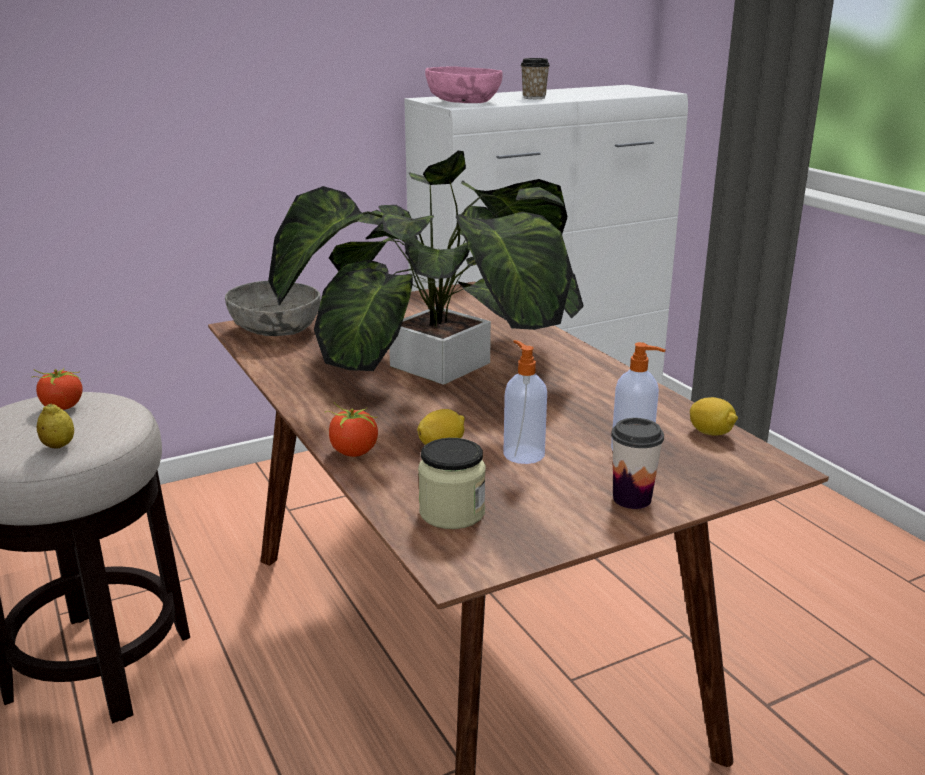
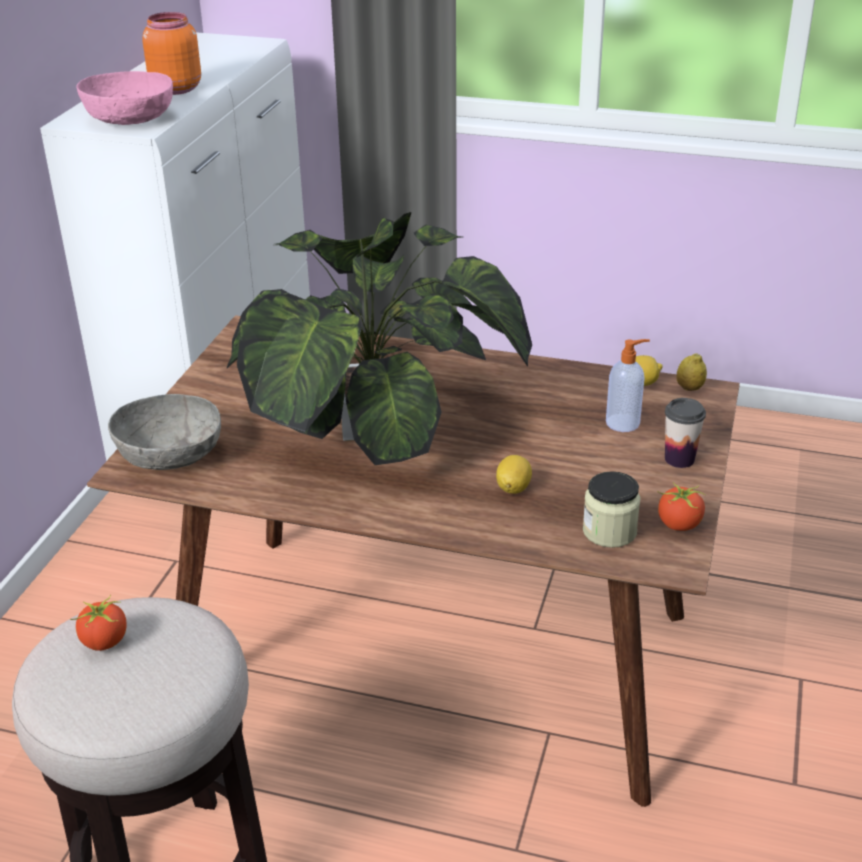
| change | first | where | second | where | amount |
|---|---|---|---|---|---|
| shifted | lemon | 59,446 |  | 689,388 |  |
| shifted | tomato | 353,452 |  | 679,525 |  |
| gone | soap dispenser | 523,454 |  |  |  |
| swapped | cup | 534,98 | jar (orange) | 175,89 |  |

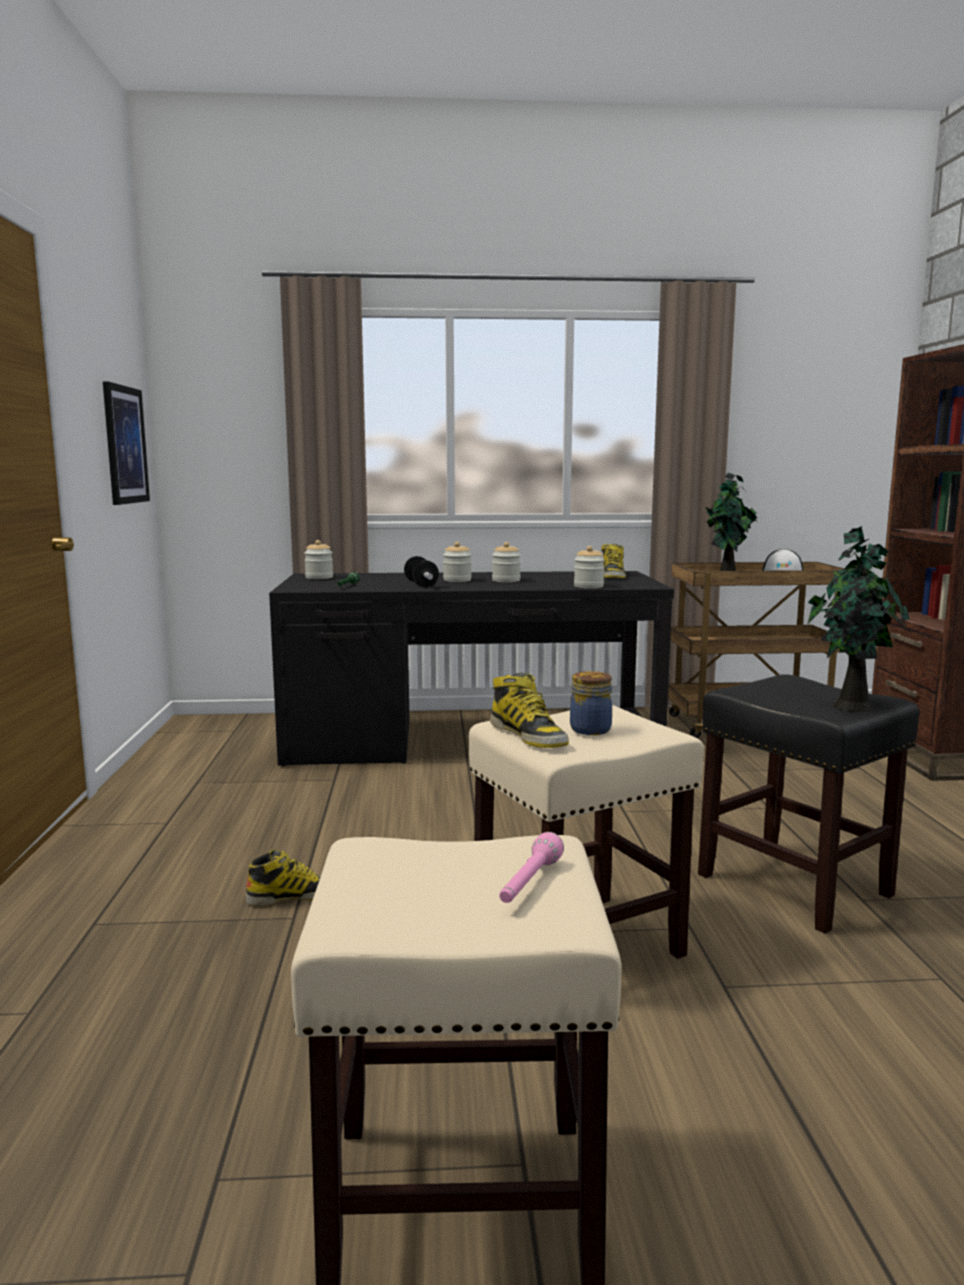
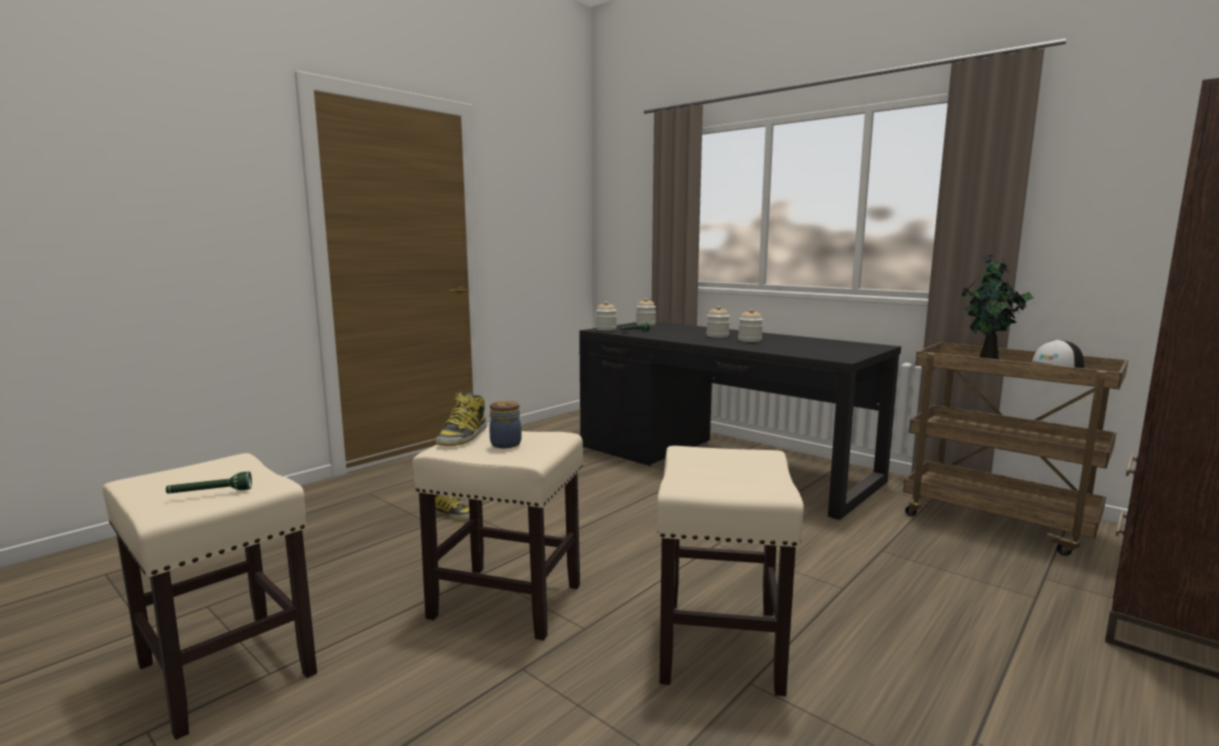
| change | first | where | second | where | amount |
|---|---|---|---|---|---|
| gone | picture | 125,445 |  |  |  |
| gone | dumbbell | 421,584 |  |  |  |
| repainted | flashlight (pink) | 529,884 | flashlight (green) | 210,493 |  |
| shifted | jar | 588,586 |  | 606,329 |  |
| gone | boot | 613,576 |  |  |  |
| repainted | stool (black) | 796,885 | stool (beige) | 721,645 |  |
| gone | potted plant | 850,705 |  |  |  |

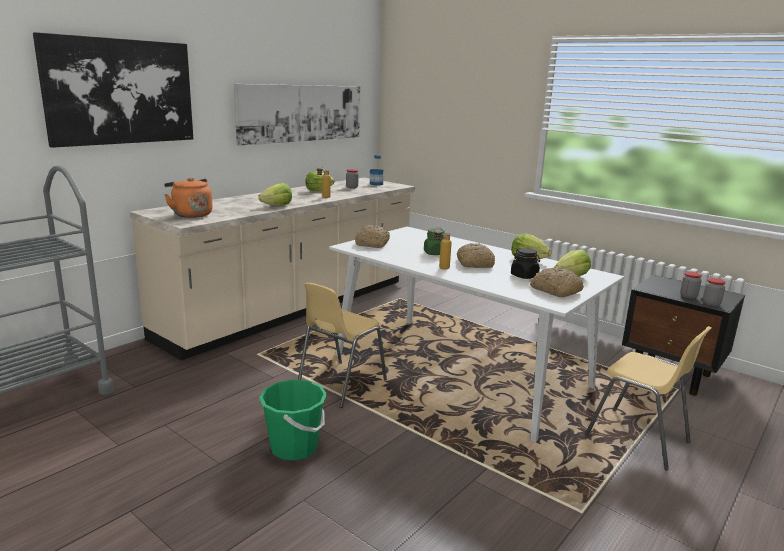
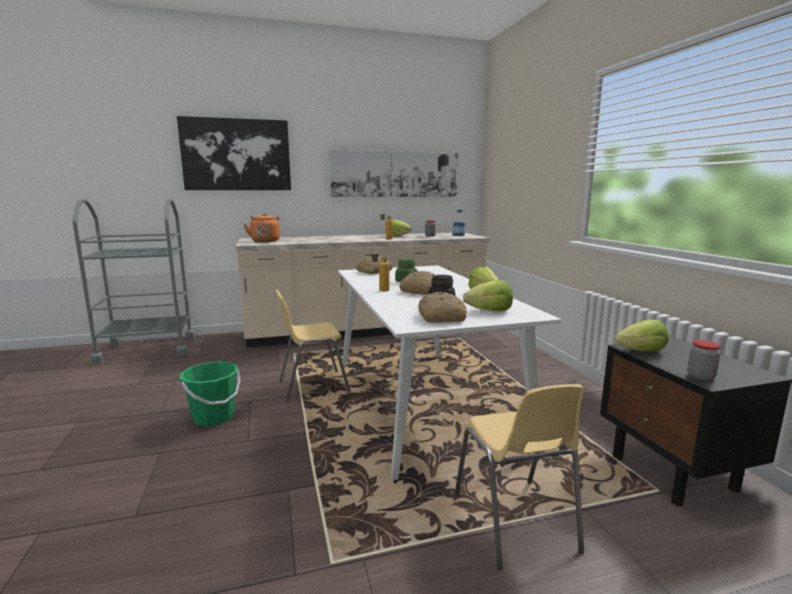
| change | first | where | second | where | amount |
|---|---|---|---|---|---|
| shifted | lettuce | 277,206 |  | 641,351 |  |
| gone | jar | 688,296 |  |  |  |

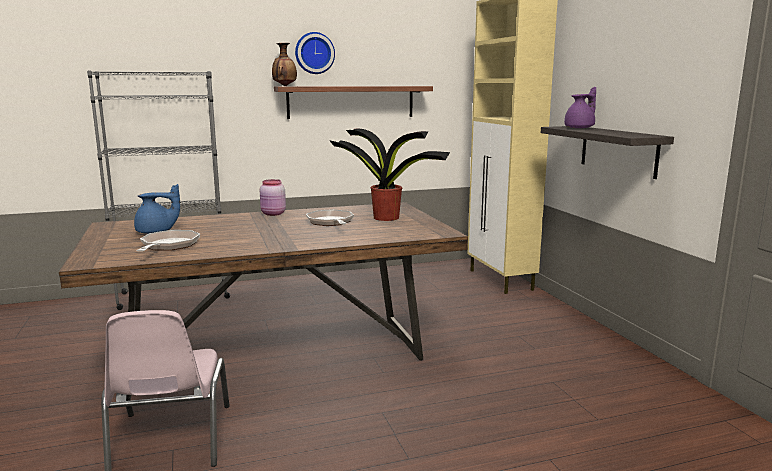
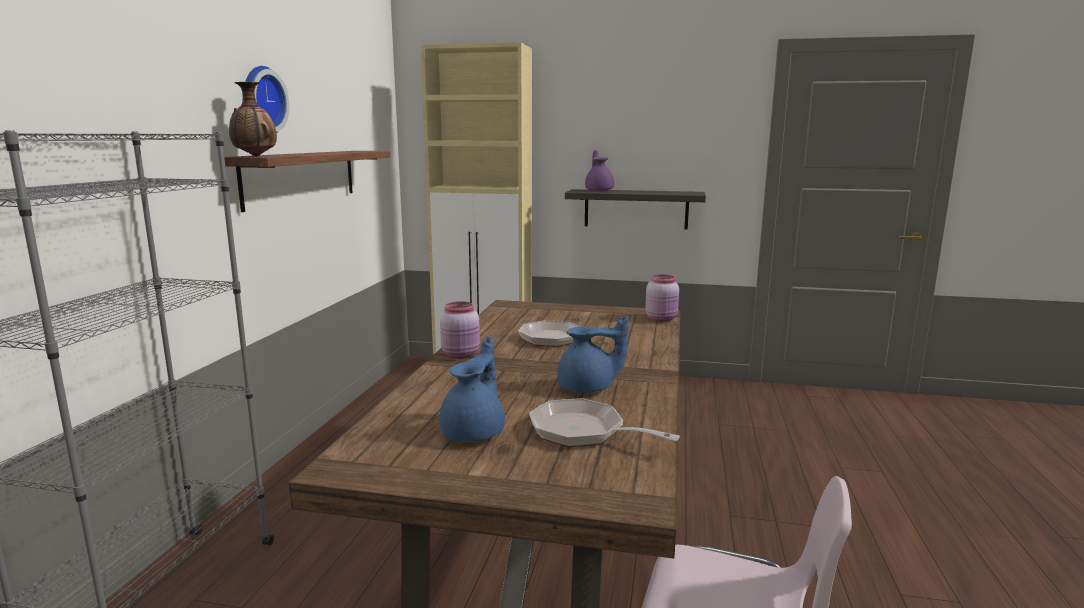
| change | first | where | second | where | amount |
|---|---|---|---|---|---|
| gone | potted plant | 387,218 |  |  |  |
| new |  |  | teapot (blue) | 588,388 |  |
| new |  |  | jar (pink) | 662,319 |  |

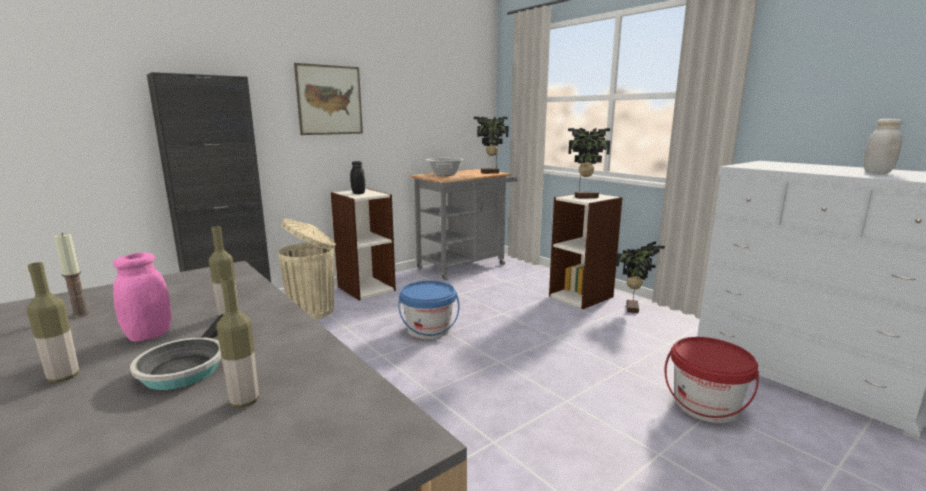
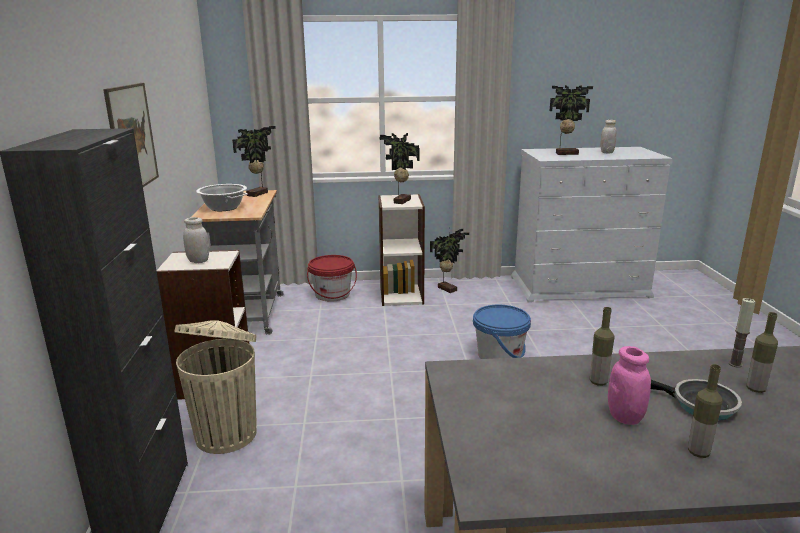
| change | first | where | second | where | amount |
|---|---|---|---|---|---|
| shifted | candle | 80,314 |  | 735,364 |  |
| repainted | jar (black) | 358,193 | jar (white) | 198,261 |  |
| shifted | bucket (blue) | 428,330 |  | 499,355 |  |
| shifted | bucket (red) | 705,406 |  | 332,295 |  |
| new |  |  | potted plant | 566,153 |  |

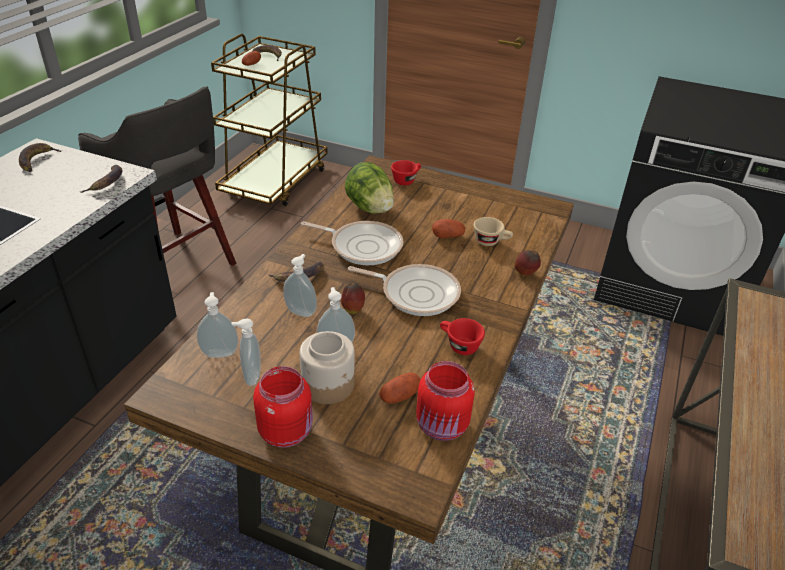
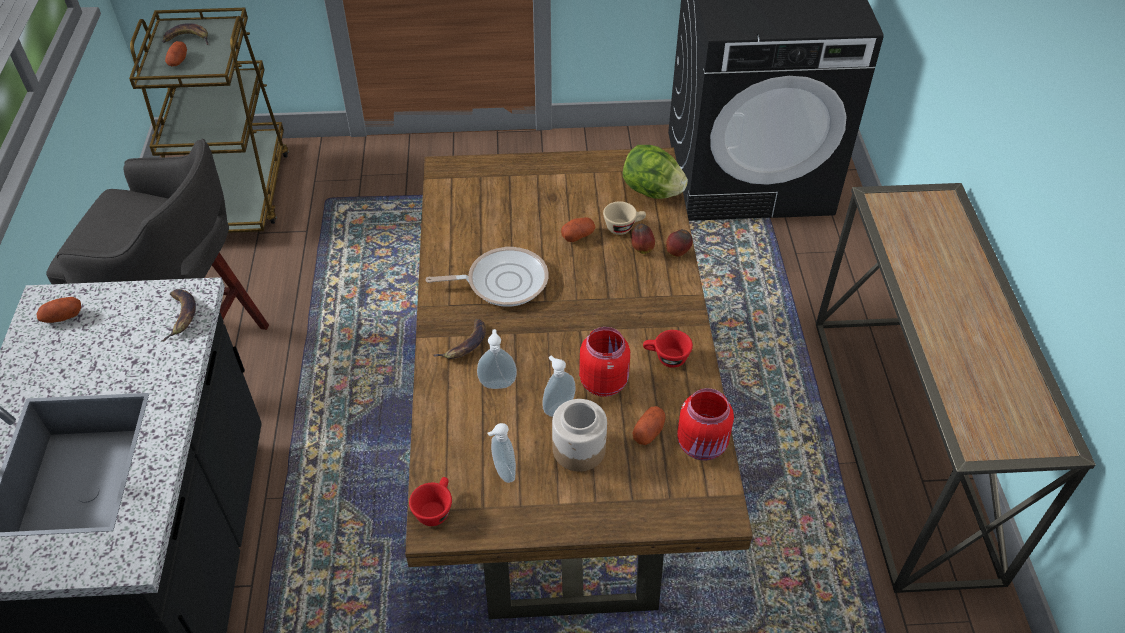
| change | first | where | second | where | amount |
|---|---|---|---|---|---|
| swapped | banana | 37,160 | potato | 62,317 |  |
| gone | soap dispenser | 220,352 |  |  |  |
| shifted | jar (red) | 287,431 |  | 604,381 |  |
| shifted | apple | 353,309 |  | 641,249 |  |
| shifted | lettuce | 370,208 |  | 652,191 |  |
| gone | frying pan | 416,293 |  |  |  |
| shifted | cup (red) | 406,180 |  | 435,509 |  |

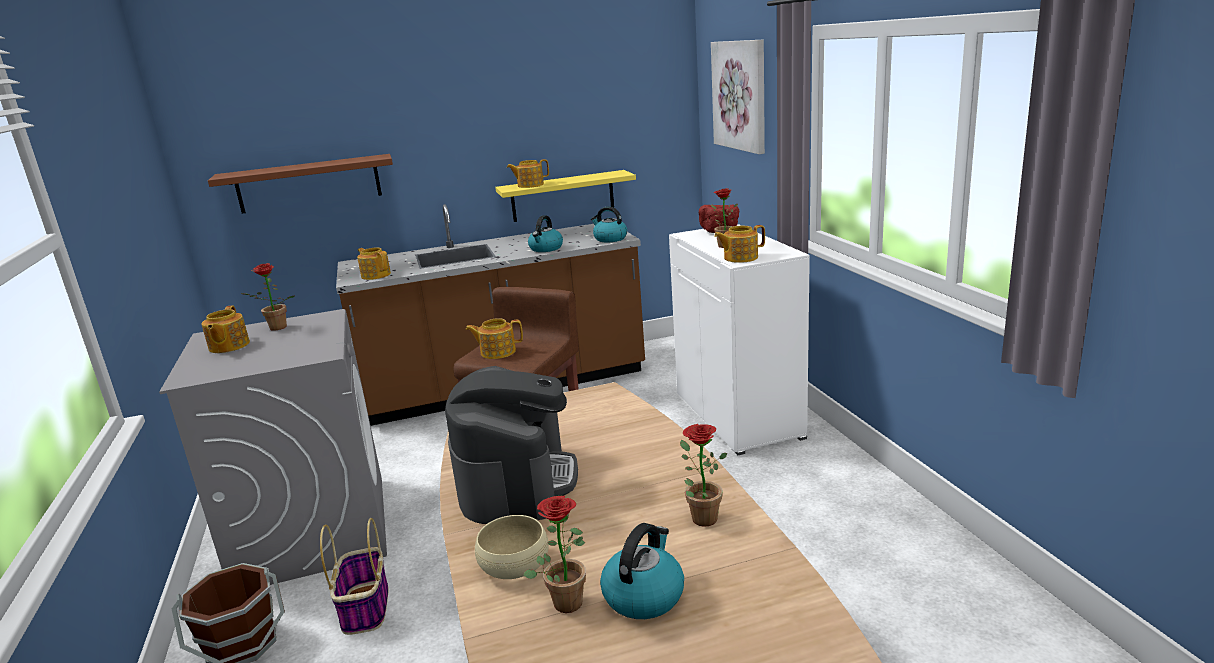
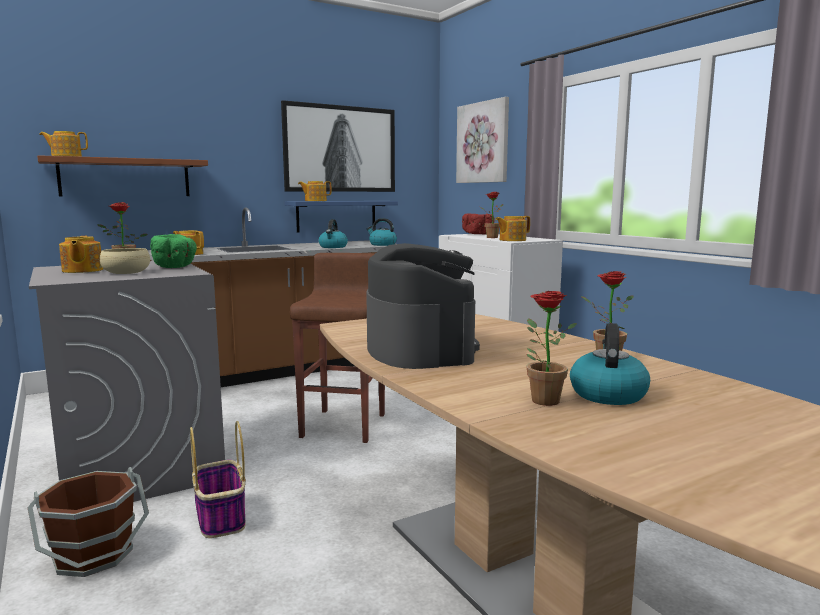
| change | first | where | second | where | amount |
|---|---|---|---|---|---|
| shifted | teapot | 497,352 |  | 66,156 |  |
| shifted | bowl (beige) | 514,564 |  | 126,272 |  |
| repainted | shelf (yellow) | 562,196 | shelf (blue) | 336,216 |  |
| new |  |  | bowl (green) | 175,266 |  |
| new |  |  | picture | 340,149 |  |

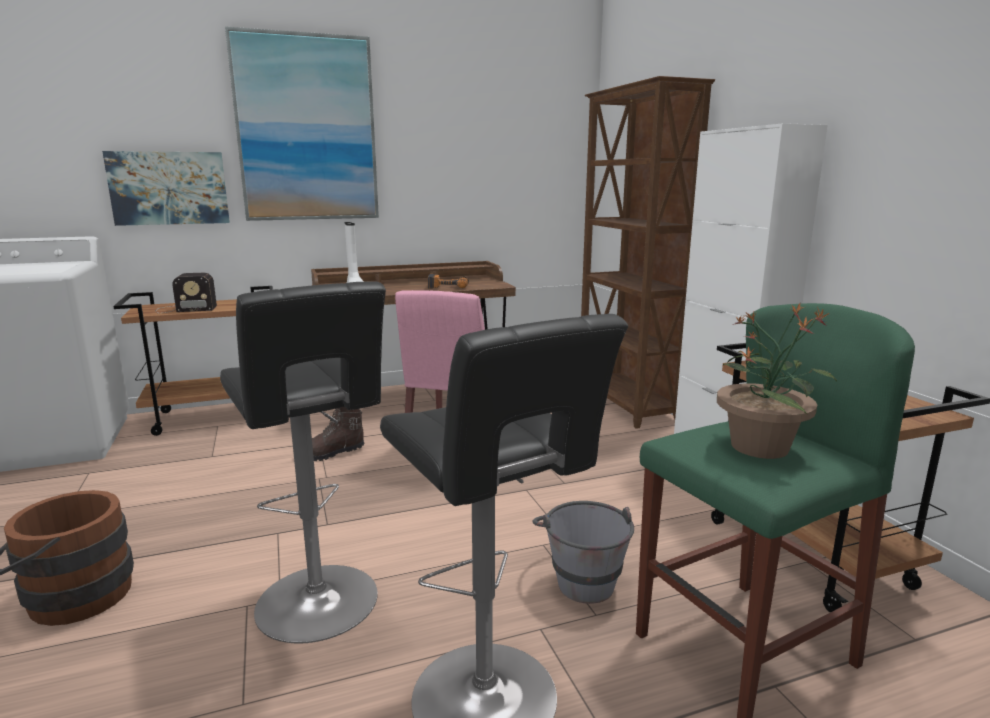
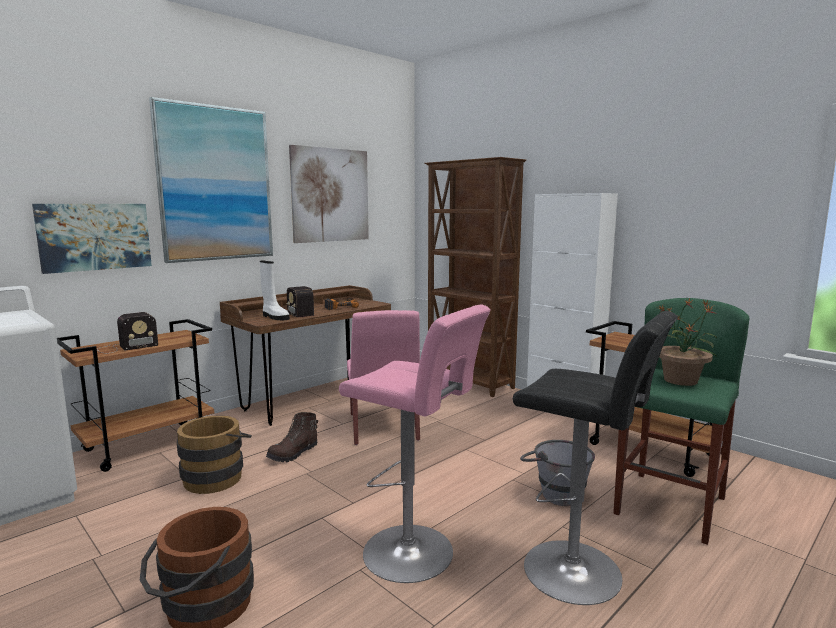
| change | first | where | second | where | amount |
|---|---|---|---|---|---|
| repainted | stool (black) | 320,606 | stool (pink) | 414,554 |  |
| new |  |  | bucket (brown) | 217,477 |  |
| new |  |  | radio | 299,312 |  |
| new |  |  | picture | 330,195 |  |

